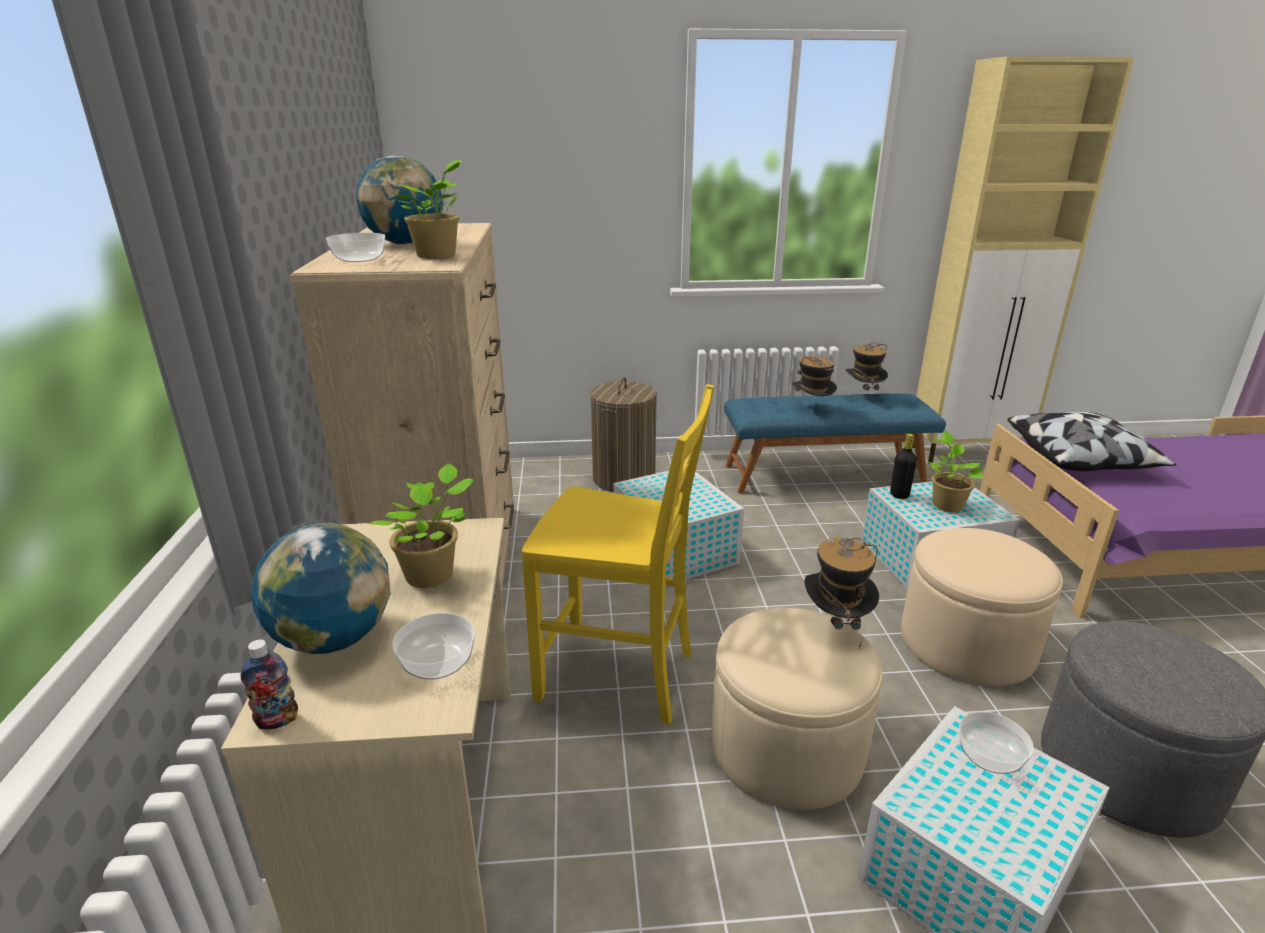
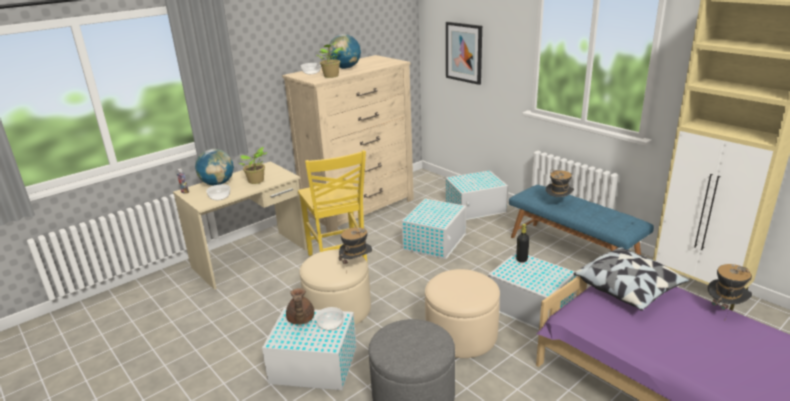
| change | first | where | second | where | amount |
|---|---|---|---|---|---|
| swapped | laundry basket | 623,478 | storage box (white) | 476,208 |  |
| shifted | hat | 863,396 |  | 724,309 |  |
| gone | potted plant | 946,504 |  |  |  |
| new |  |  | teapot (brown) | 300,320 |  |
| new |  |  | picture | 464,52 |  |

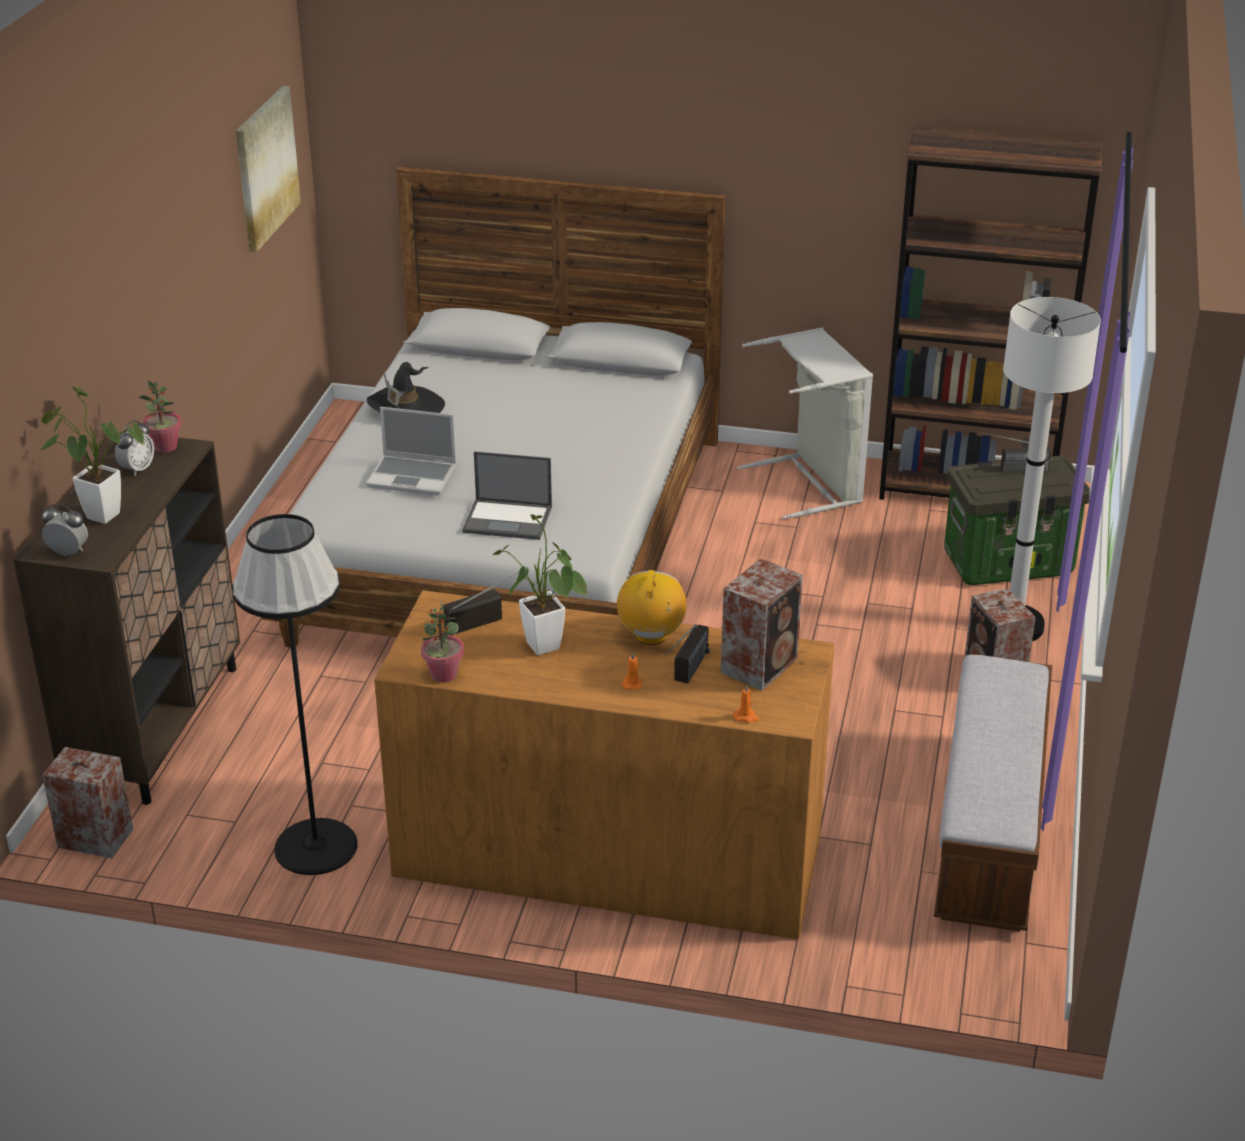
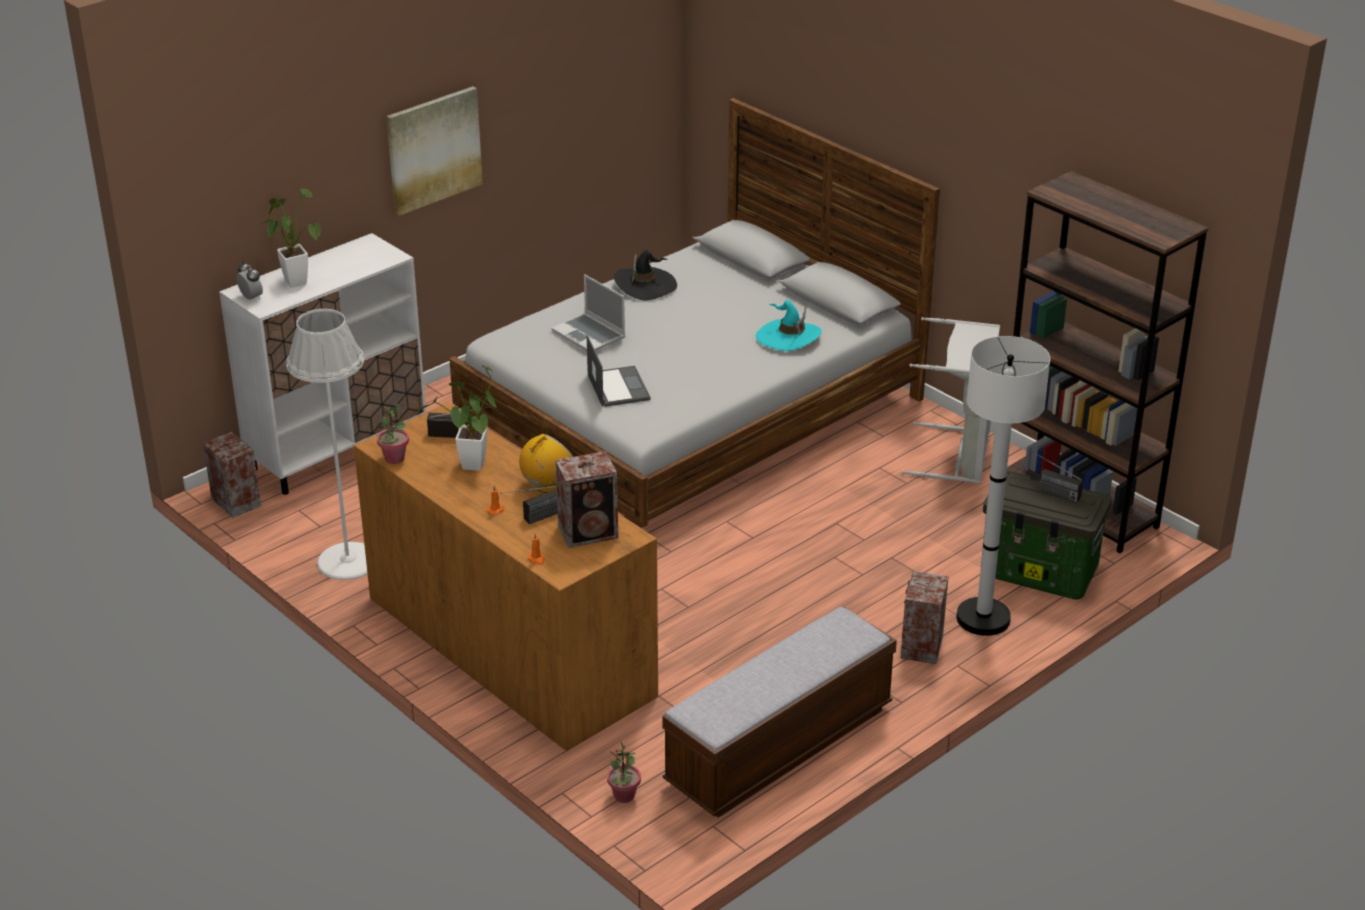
| change | first | where | second | where | amount |
|---|---|---|---|---|---|
| repainted | cabinet (brown) | 156,727 | cabinet (white) | 338,450 |  |
| gone | alarm clock | 137,469 |  |  |  |
| shifted | potted plant | 165,447 |  | 624,796 |  |
| repainted | floor lamp (black) | 315,847 | floor lamp (white) | 347,561 |  |
| shifted | picture | 266,167 |  | 433,149 |  |
| rotated | laptop | 509,519 |  | 618,387 | 150 degrees counterclockwise |
| new |  |  | hat (turquoise) | 788,337 |  |

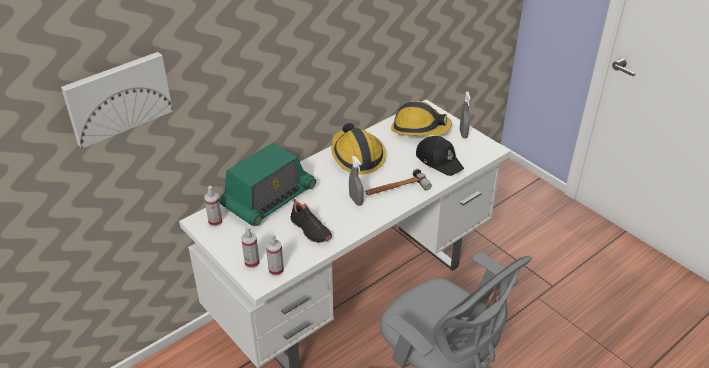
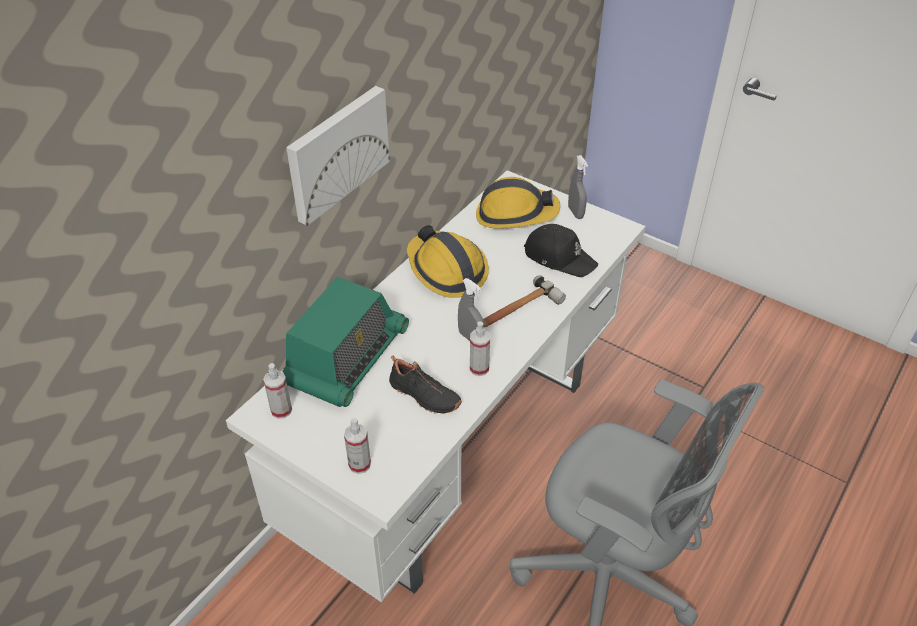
| change | first | where | second | where | amount |
|---|---|---|---|---|---|
| shifted | picture | 117,97 |  | 336,152 |  |
| shifted | spray bottle | 276,270 |  | 479,368 |  |

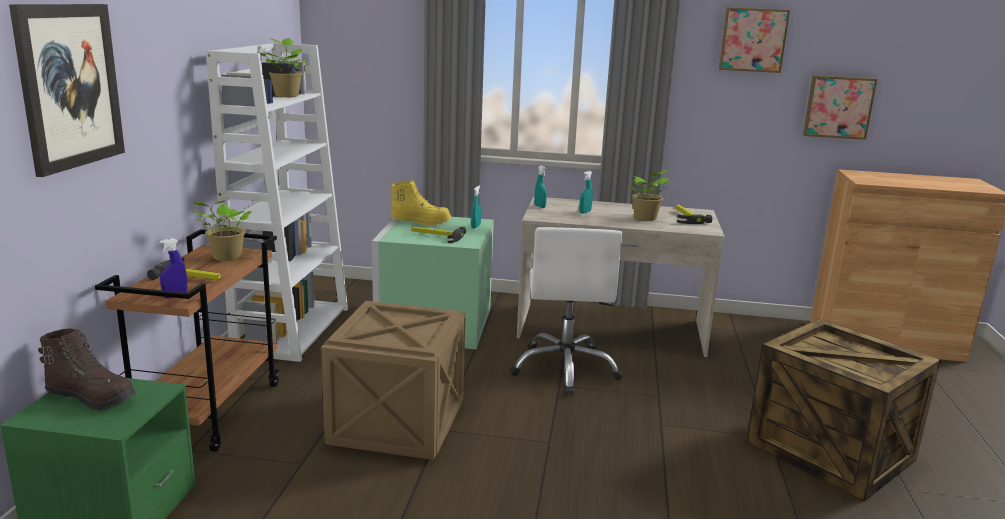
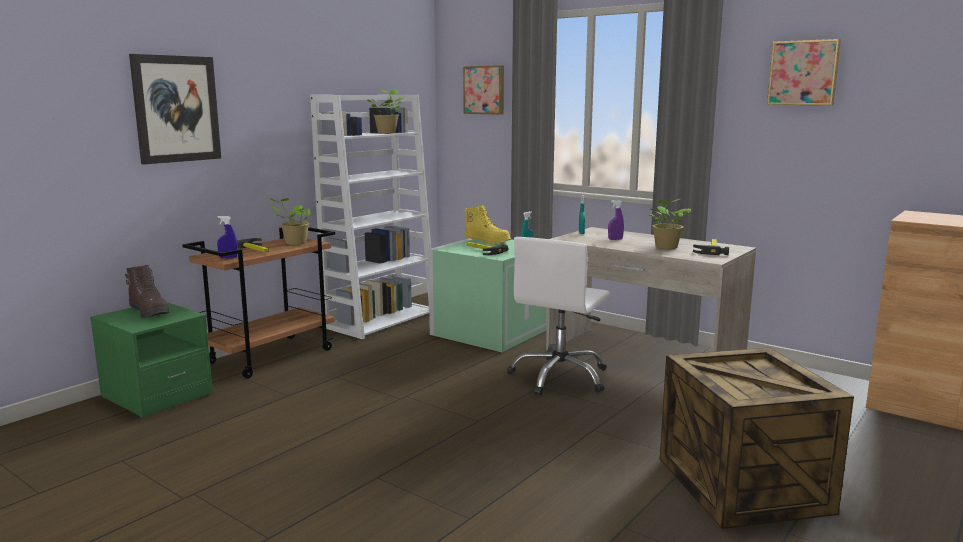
| change | first | where | second | where | amount |
|---|---|---|---|---|---|
| gone | crate | 398,422 |  |  |  |
| repainted | spray bottle (turquoise) | 585,212 | spray bottle (purple) | 615,239 |  |
| shifted | picture | 838,106 |  | 485,90 |  |

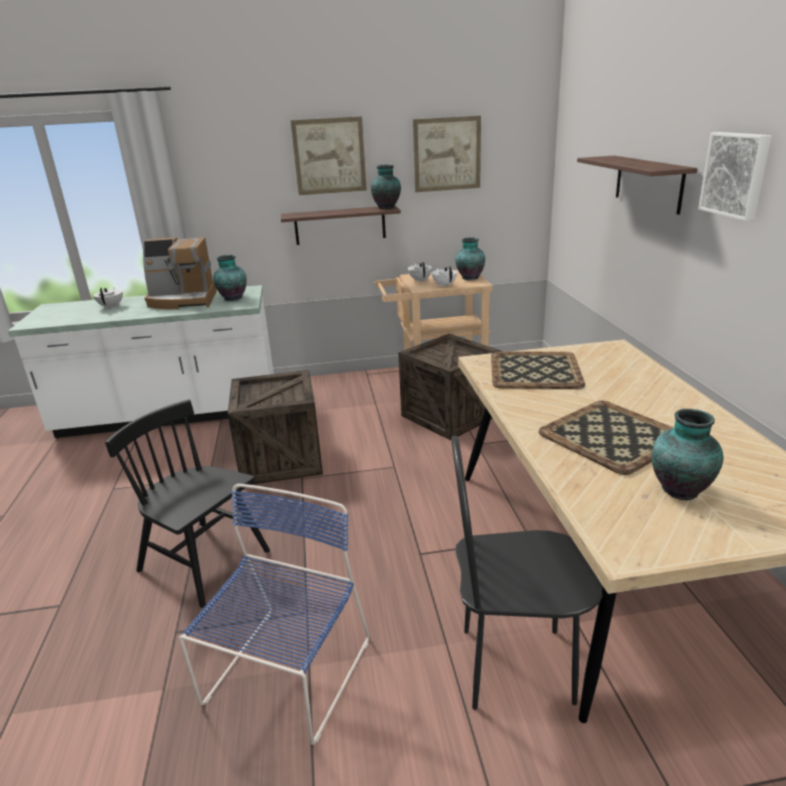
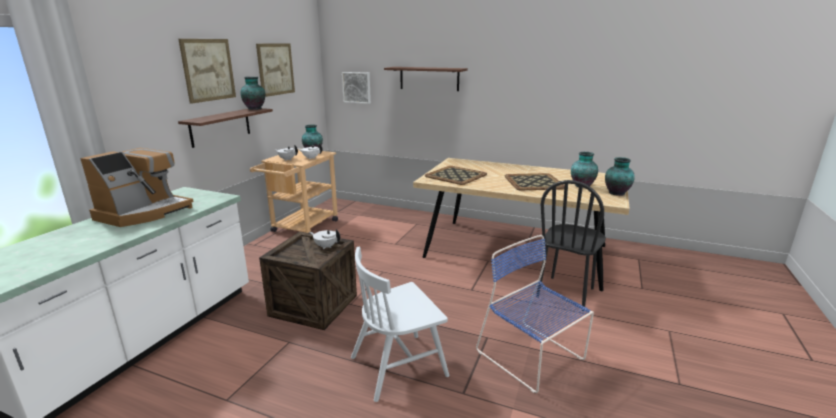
| change | first | where | second | where | amount |
|---|---|---|---|---|---|
| shifted | teapot (white) | 112,306 |  | 326,246 |  |
| repainted | chair (black) | 204,561 | chair (white) | 399,366 |  |
| shifted | vase | 232,298 |  | 616,193 |  |
| gone | crate | 450,415 |  |  |  |
| shifted | picture | 736,174 |  | 357,87 |  |

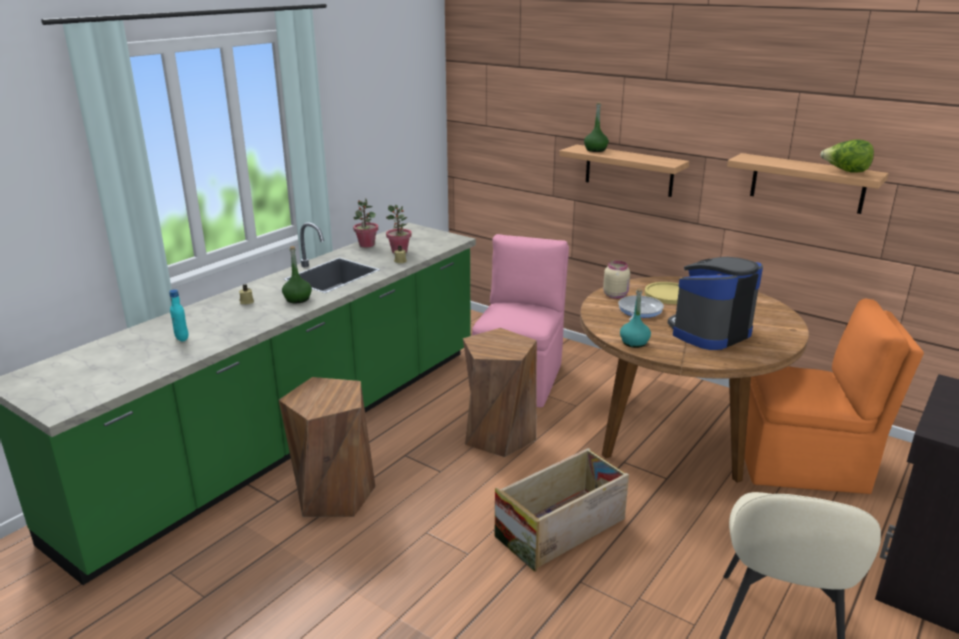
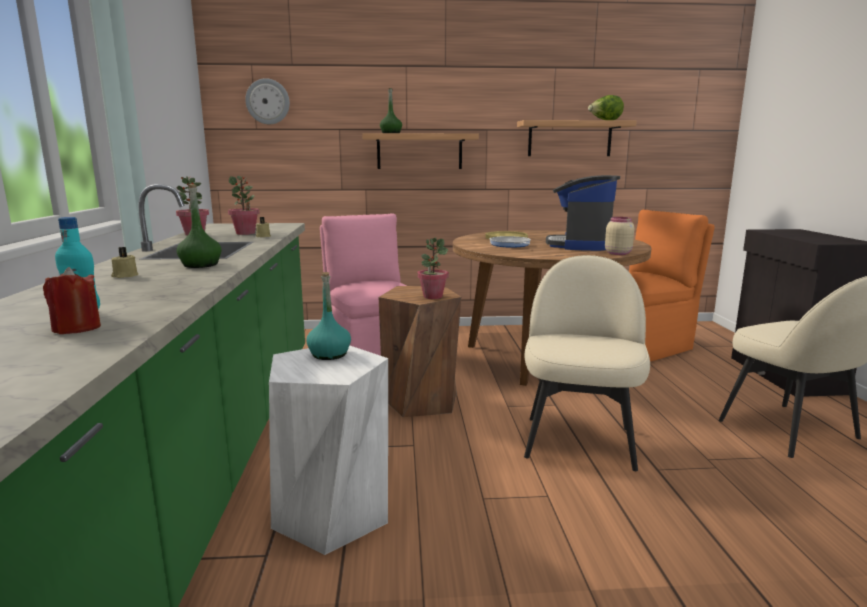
| change | first | where | second | where | amount |
|---|---|---|---|---|---|
| repainted | stool (brown) | 334,495 | stool (white) | 332,514 |  |
| swapped | crate | 561,527 | chair (beige) | 579,440 |  |
| shifted | jar (beige) | 615,295 |  | 617,253 |  |
| shifted | bottle (turquoise) | 634,343 |  | 329,354 |  |
| new |  |  | candle (red) | 77,328 |  |
| new |  |  | wall clock | 268,101 |  |
| new |  |  | potted plant | 432,296 |  |

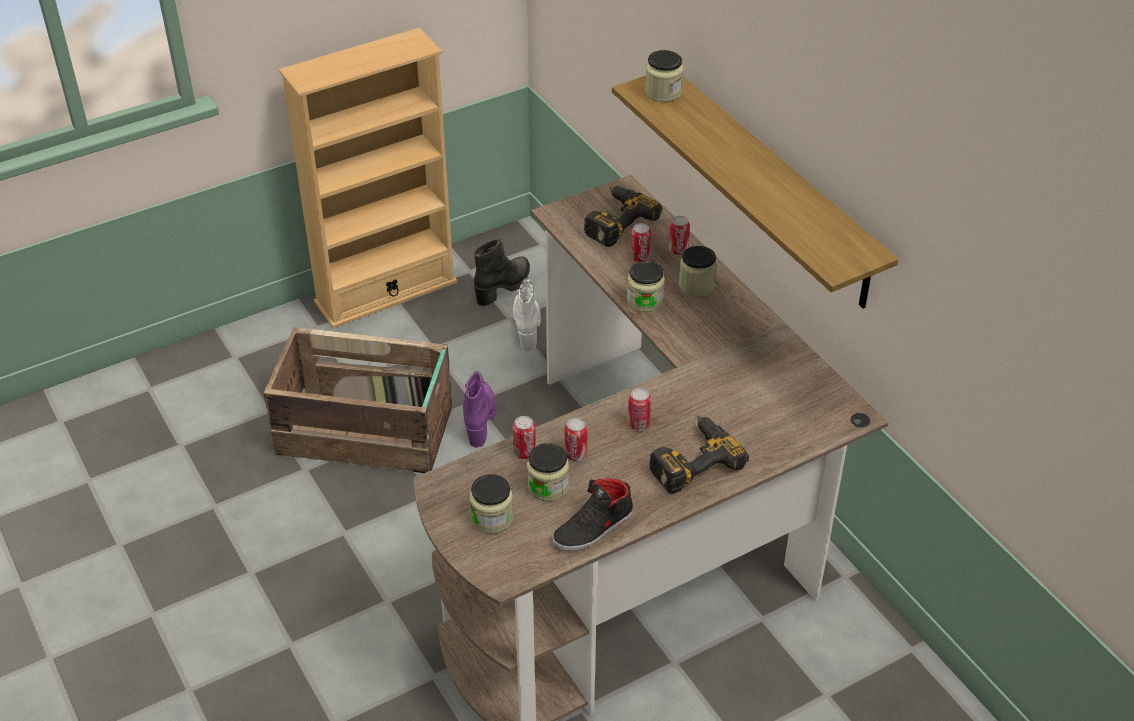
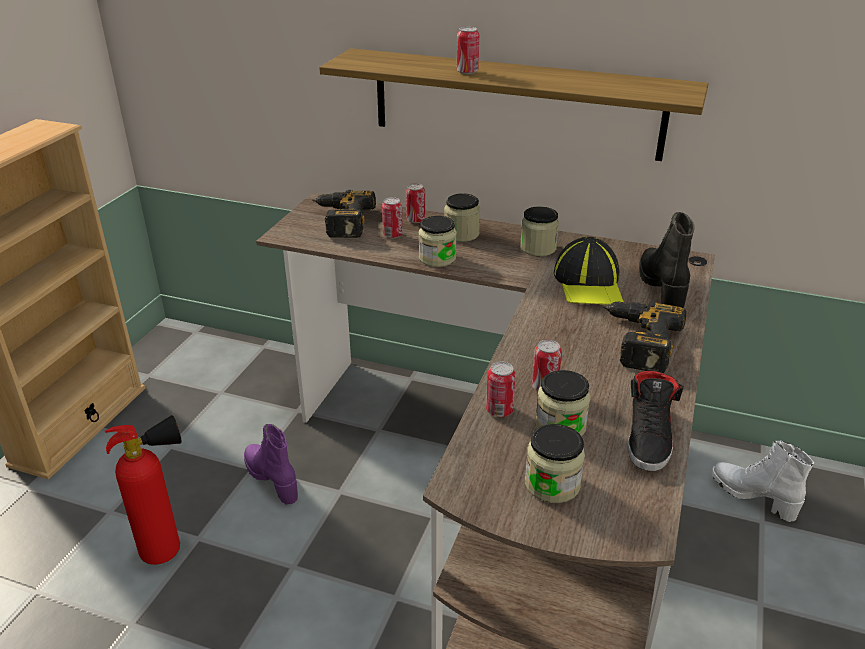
| change | first | where | second | where | amount |
|---|---|---|---|---|---|
| swapped | crate | 367,432 | fire extinguisher | 170,549 |  |
| shifted | boot (black) | 504,287 |  | 662,288 |  |
| shifted | boot (white) | 527,326 |  | 753,496 |  |
| shifted | can | 638,424 |  | 467,72 |  |
| shifted | jar | 663,92 |  | 538,248 |  |
| new |  |  | cap | 589,284 |  |

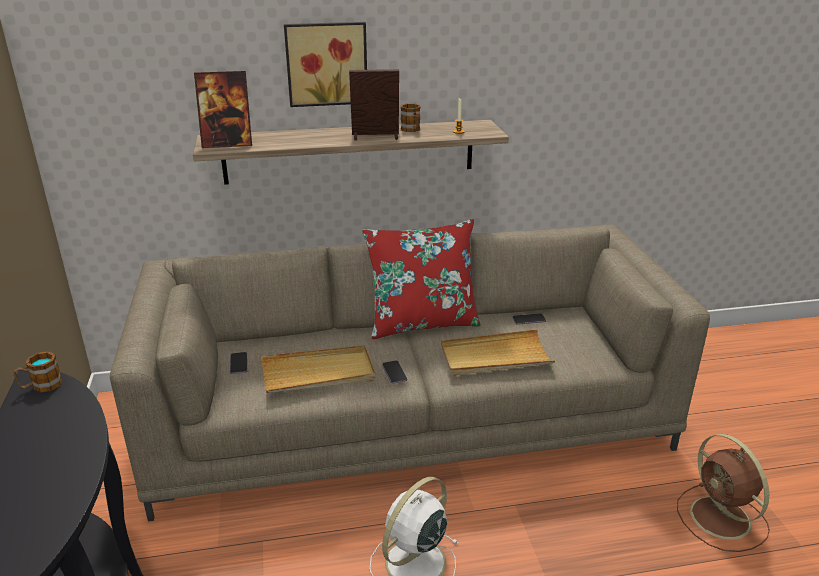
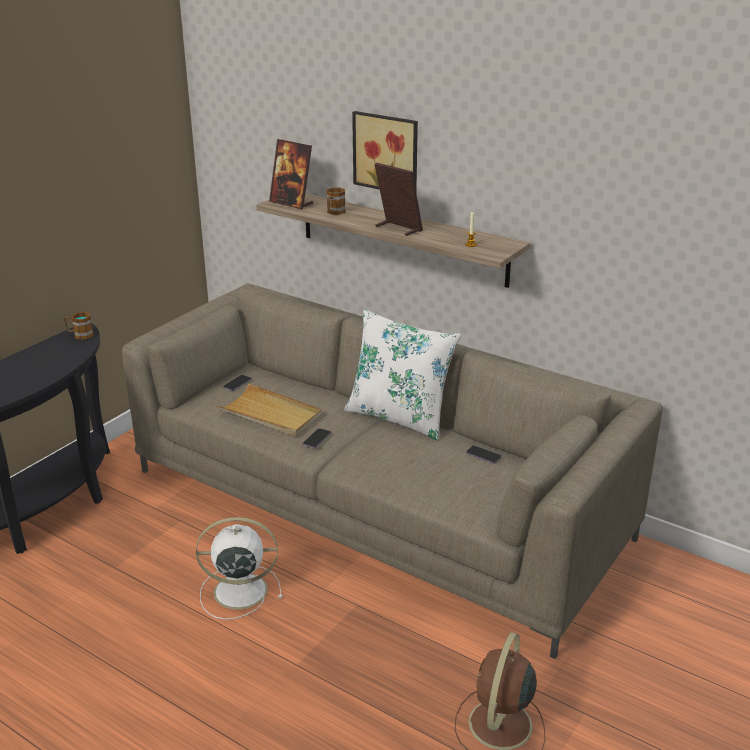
| change | first | where | second | where | amount |
|---|---|---|---|---|---|
| repainted | pillow (red) | 422,323 | pillow (white) | 400,417 |  |
| shifted | mug | 412,130 |  | 334,213 |  |
| gone | tray (beige) | 495,357 |  |  |  |

